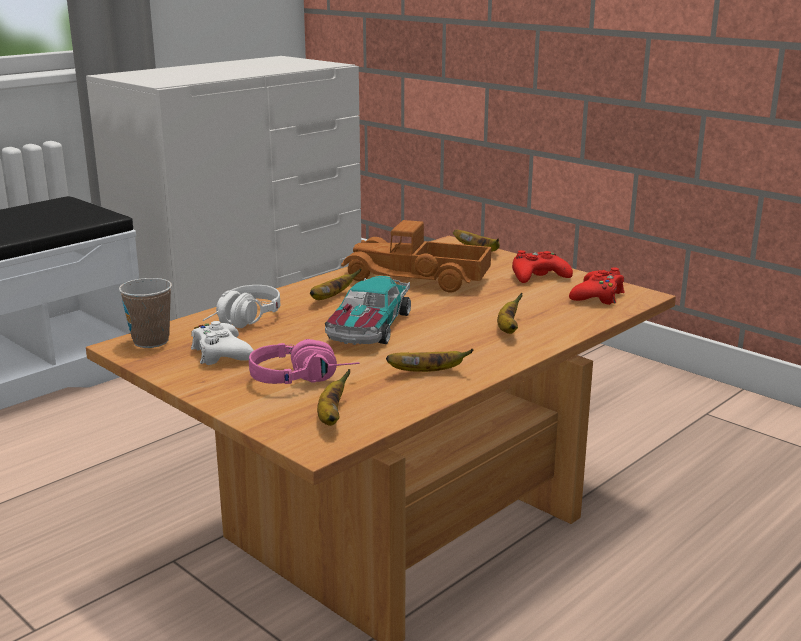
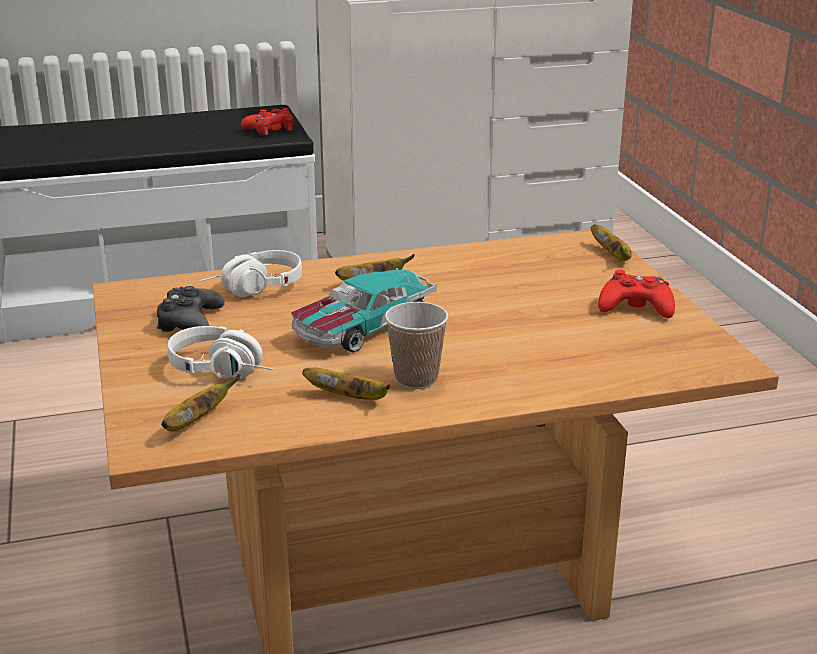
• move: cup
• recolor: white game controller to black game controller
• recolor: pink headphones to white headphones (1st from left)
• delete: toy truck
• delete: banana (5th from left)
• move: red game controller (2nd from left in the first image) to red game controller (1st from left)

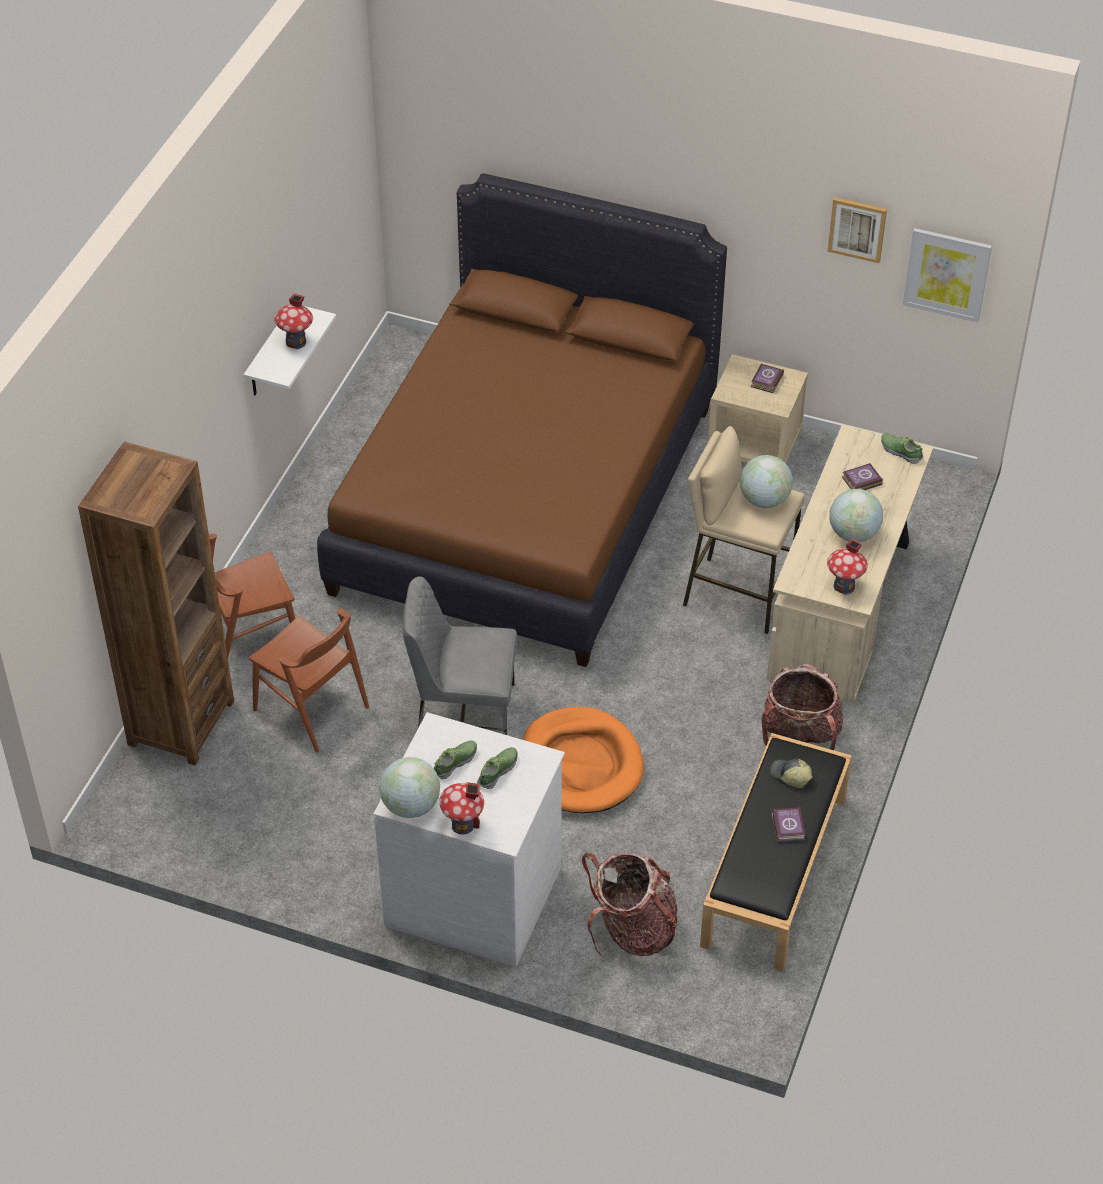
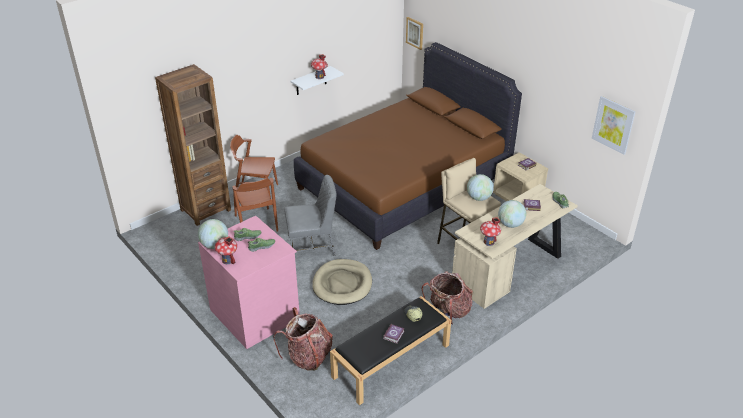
• recolor: white dresser to pink dresser
• rotate: grey chair 135 degrees clockwise
• recolor: orange dog bed to beige dog bed
• move: picture (1st from left)

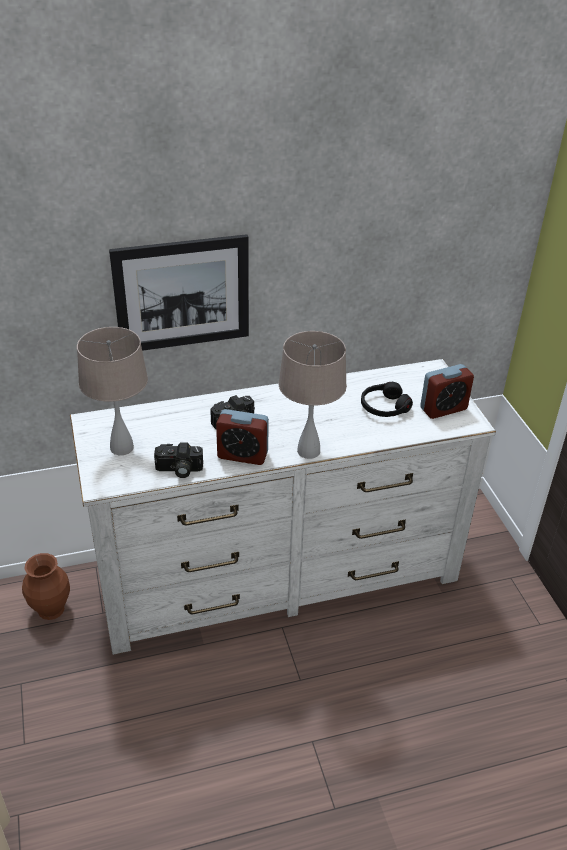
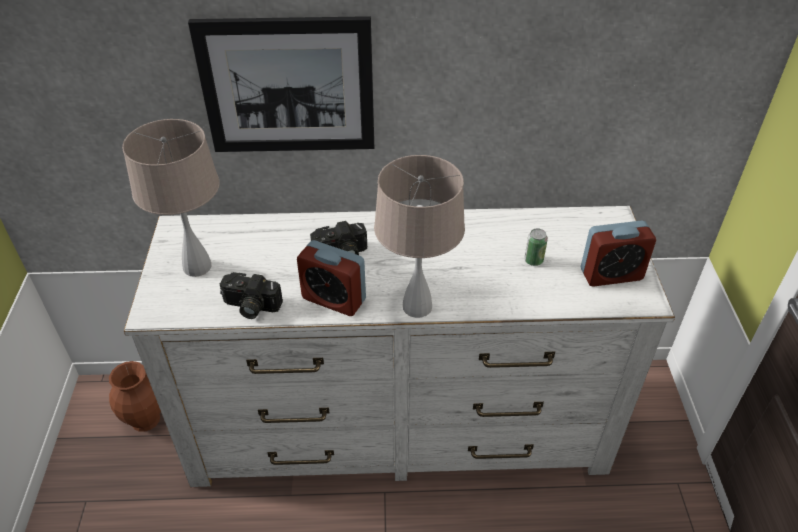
• replace: black headphones to can

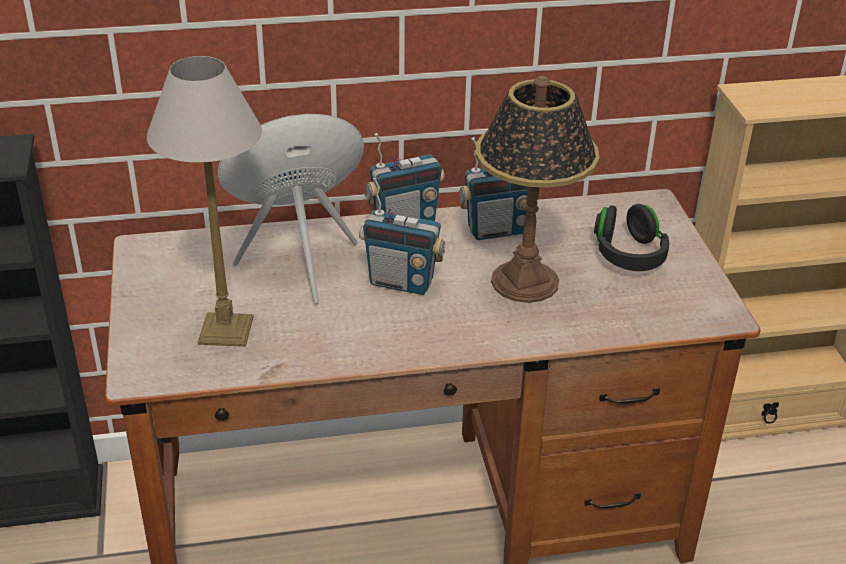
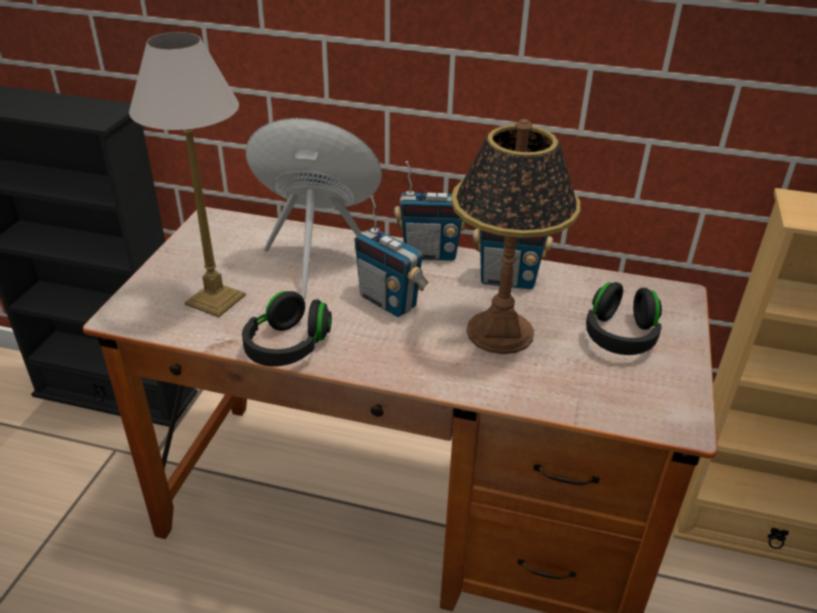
• insert: black headphones (1st from left)

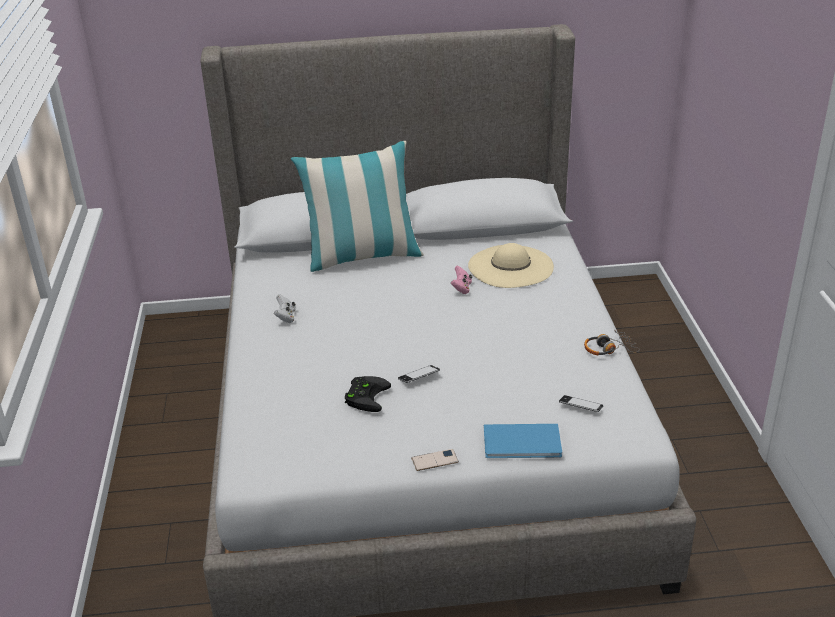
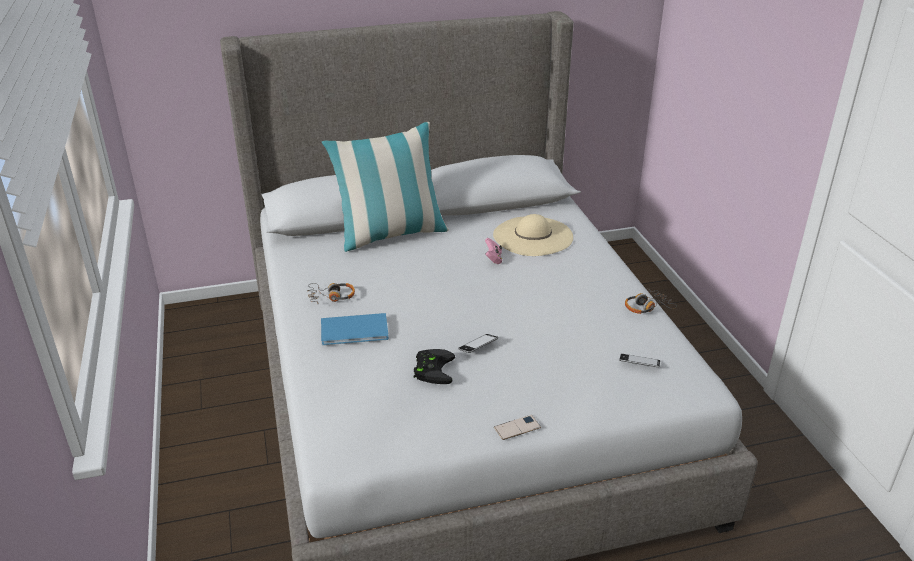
• replace: white game controller to headphones (1st from left)
• move: blue book

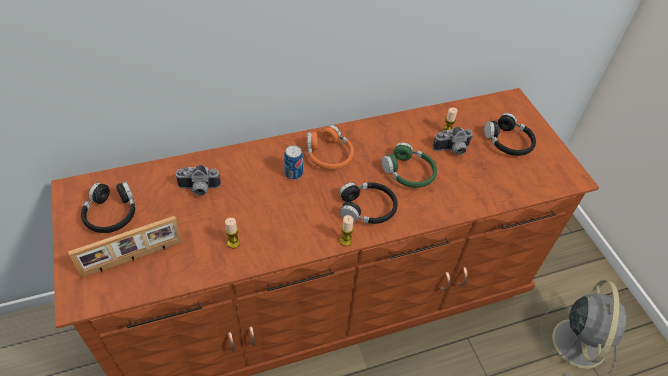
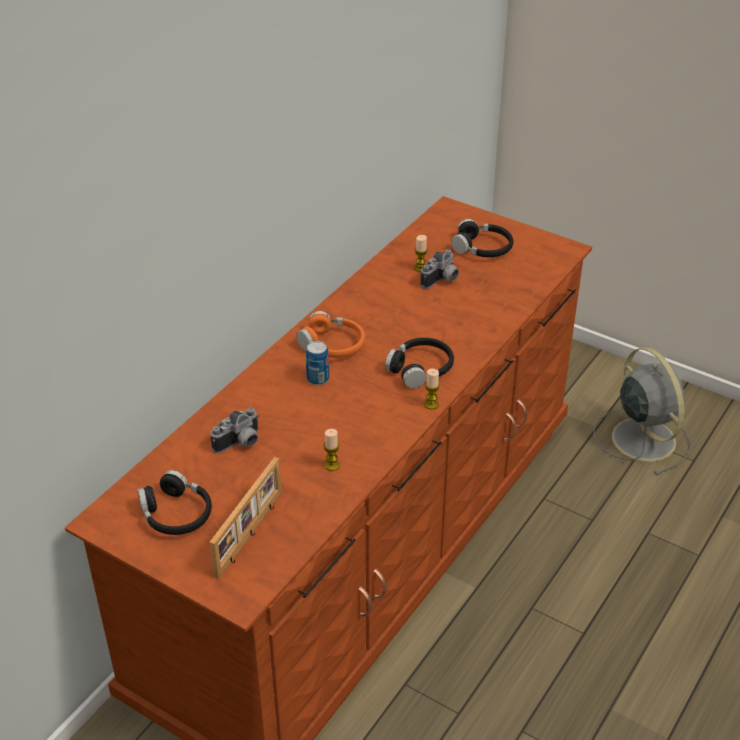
• delete: green headphones

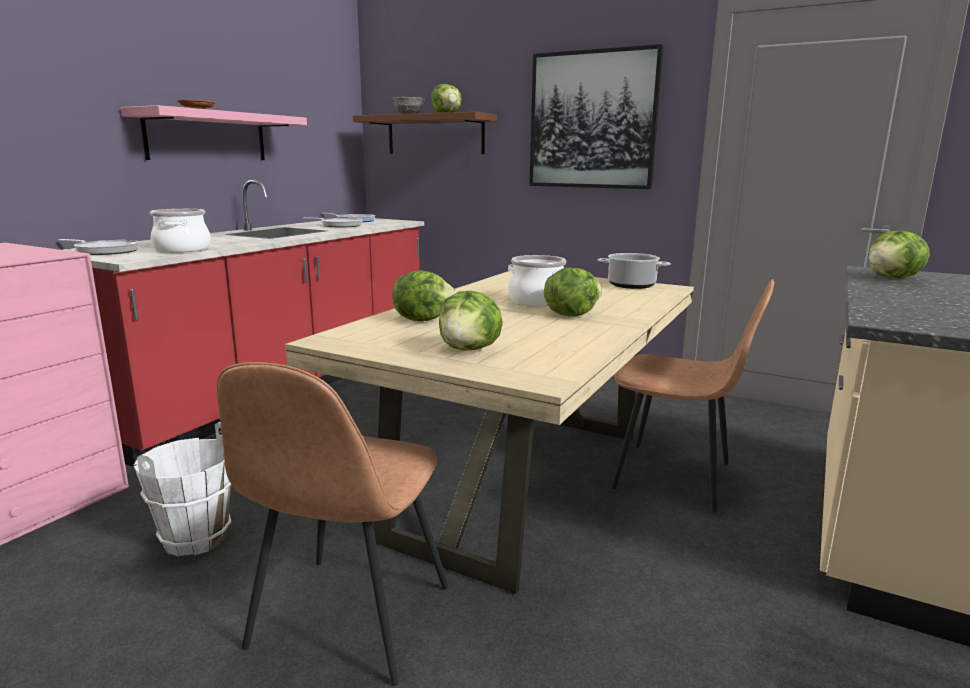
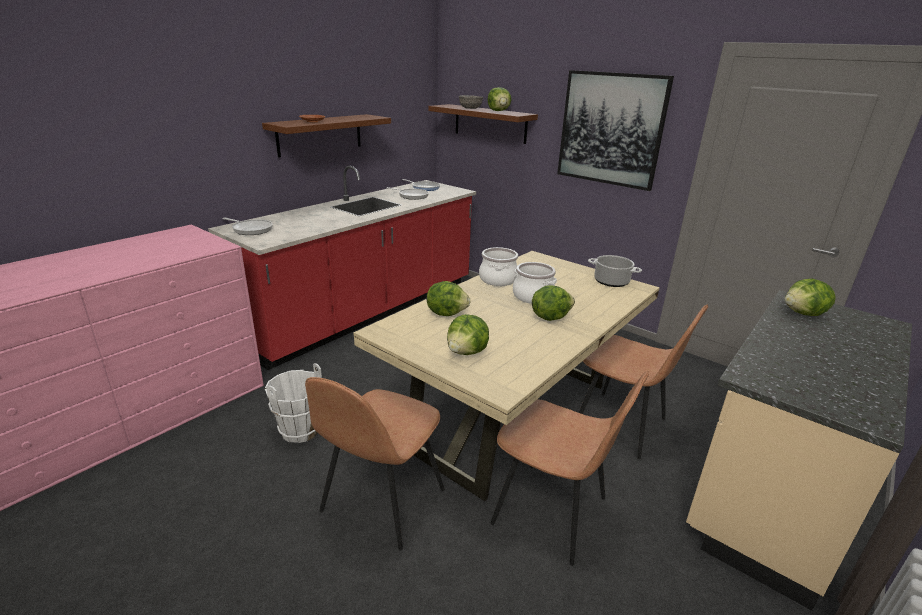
• recolor: pink shelf to brown shelf (1st from left)
• move: cooking pot (1st from left)
• insert: brown chair (2nd from left)

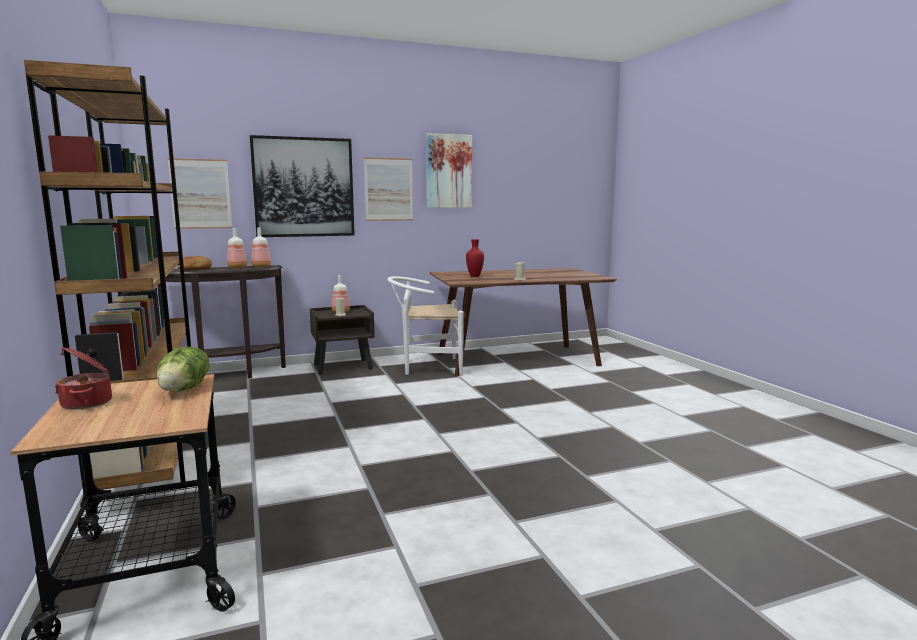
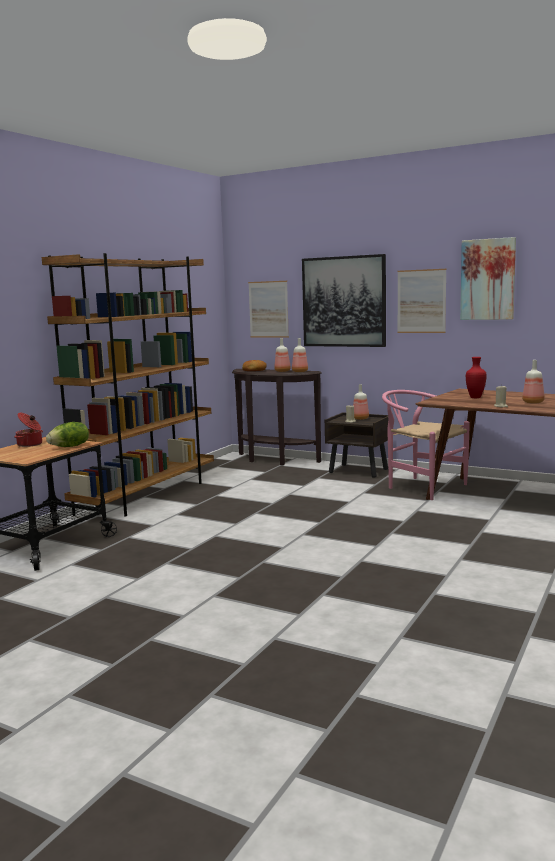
• recolor: white chair to pink chair
• insert: bottle (4th from left)

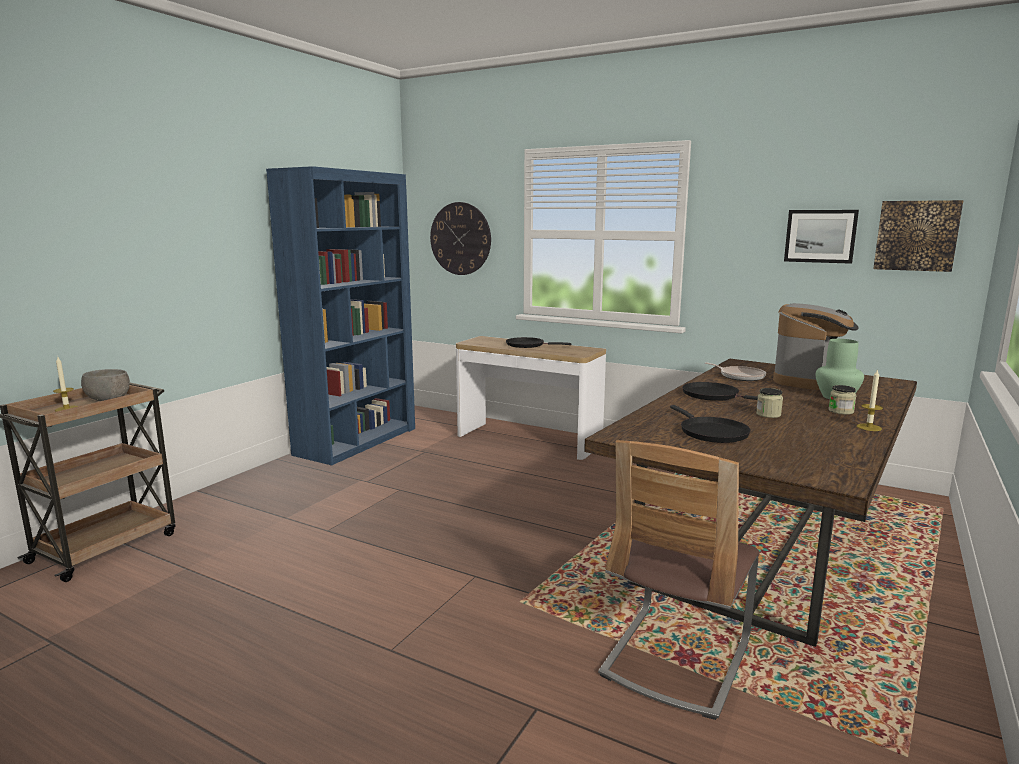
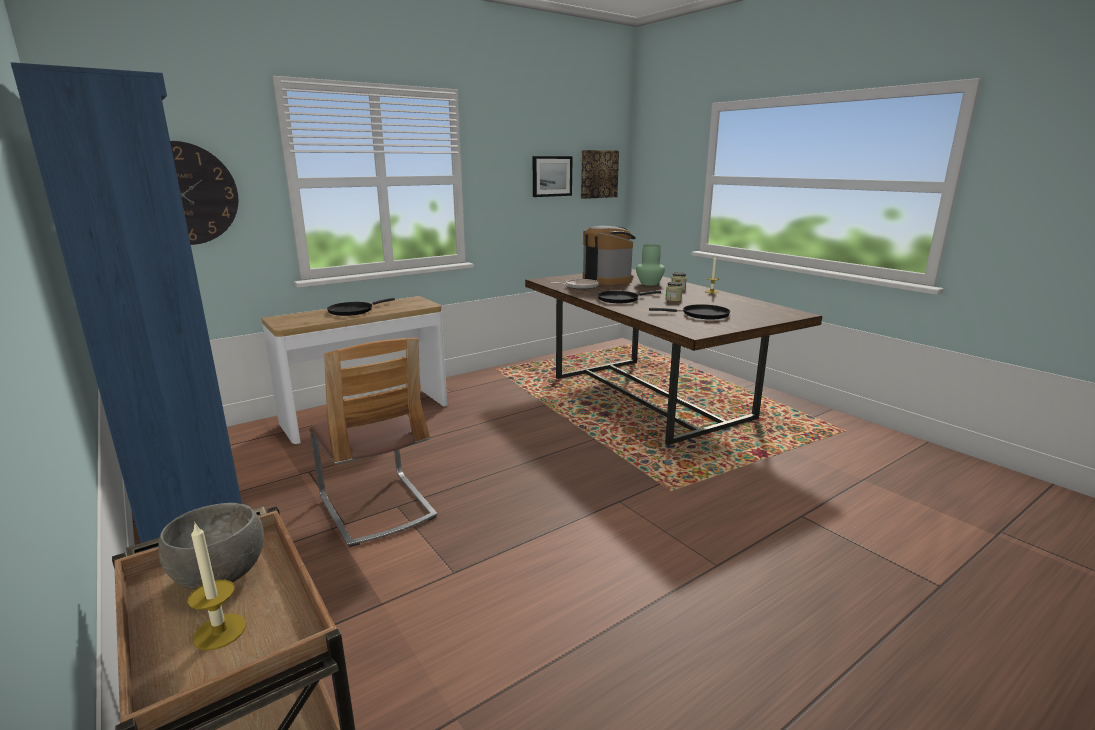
• move: chair

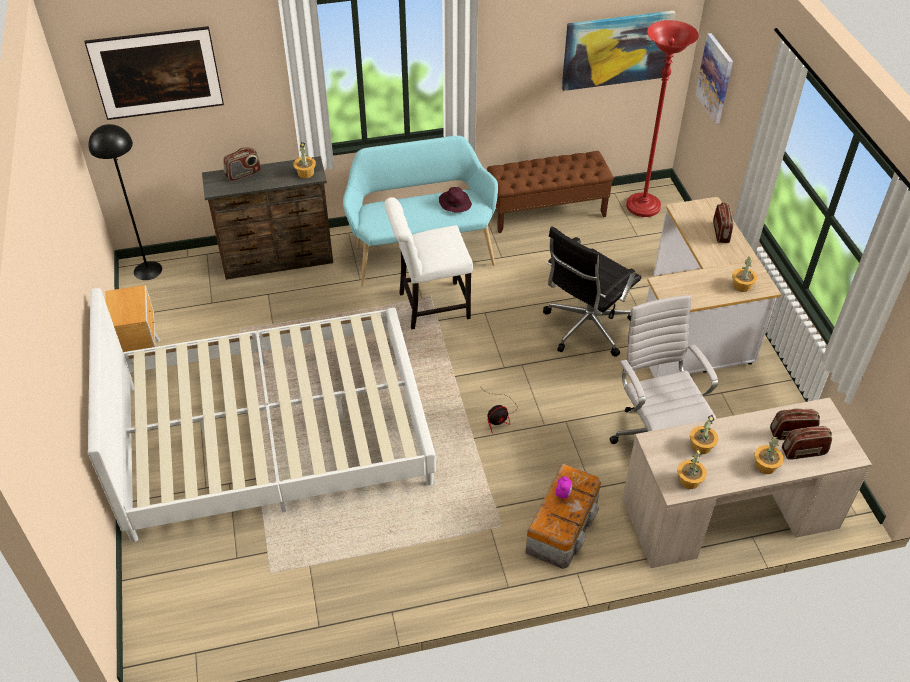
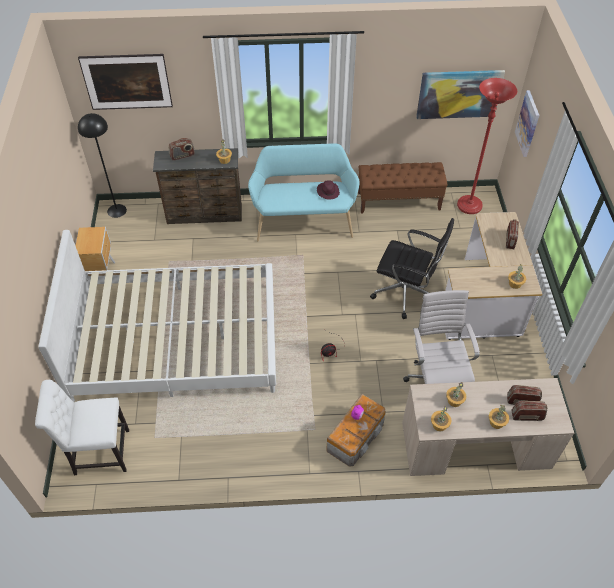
• move: white chair
• rotate: black office chair 120 degrees counterclockwise

